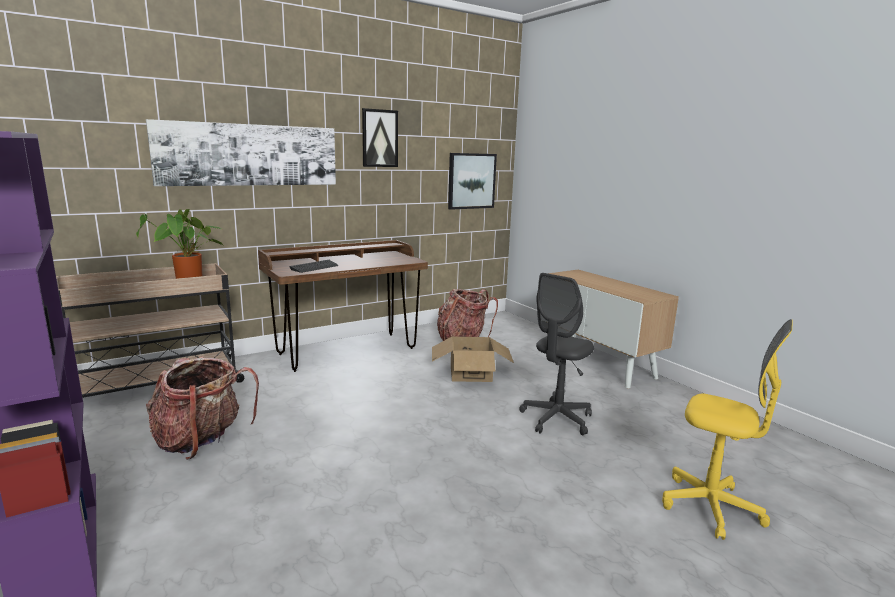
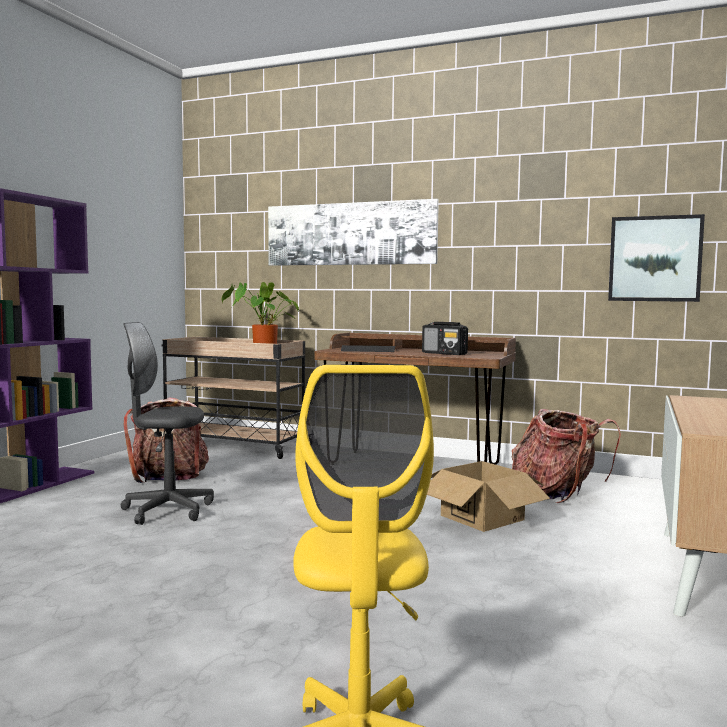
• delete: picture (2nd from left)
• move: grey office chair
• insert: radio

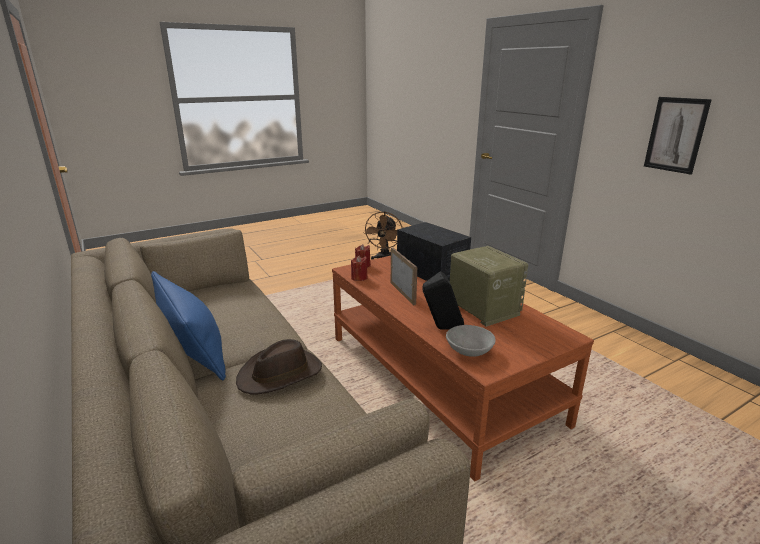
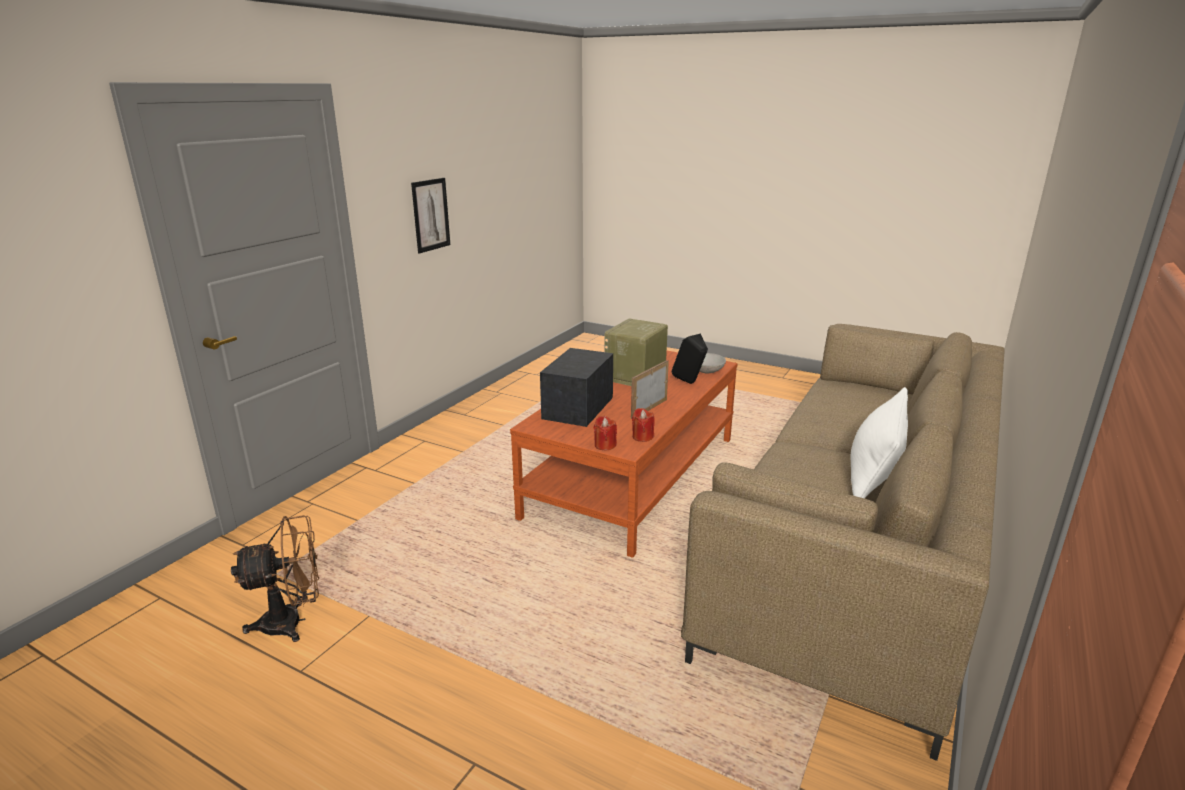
• recolor: blue pillow to white pillow
• delete: brown hat

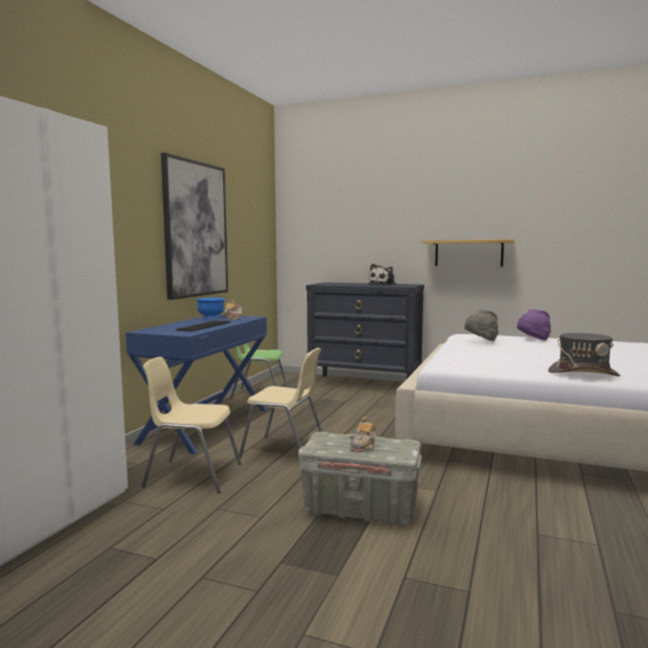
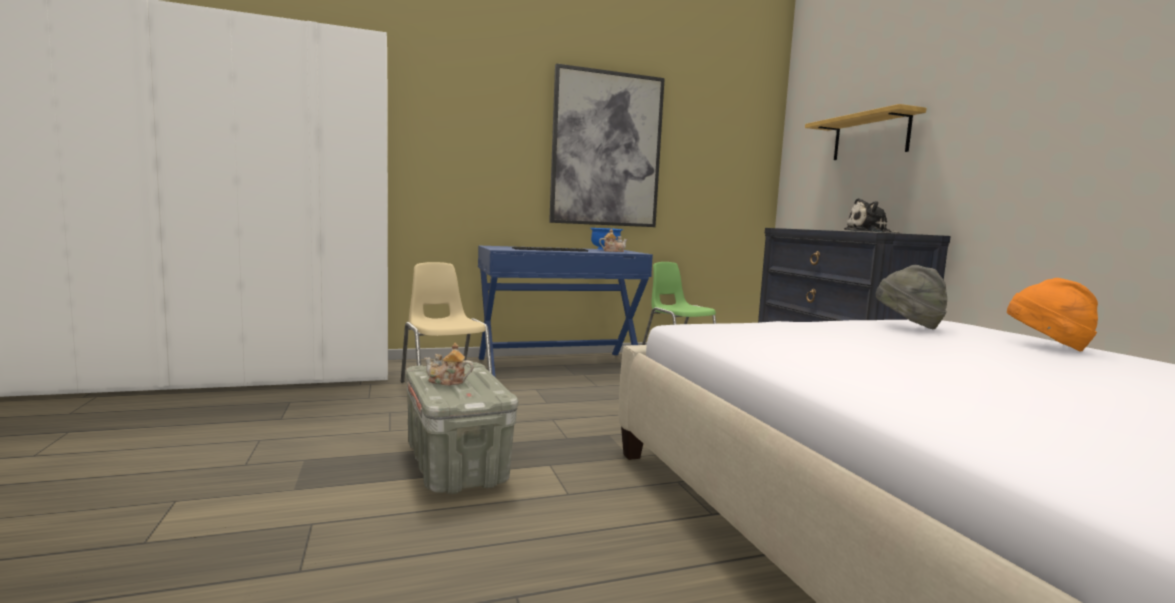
• delete: beige chair (2nd from left)
• move: shelf
• recolor: purple hat to orange hat
• delete: grey hat (2nd from left)

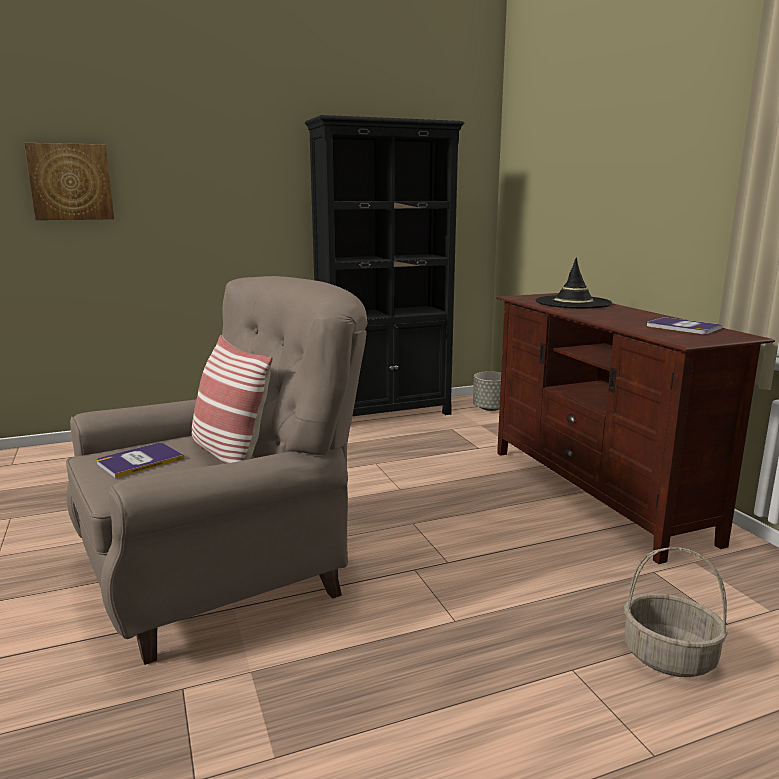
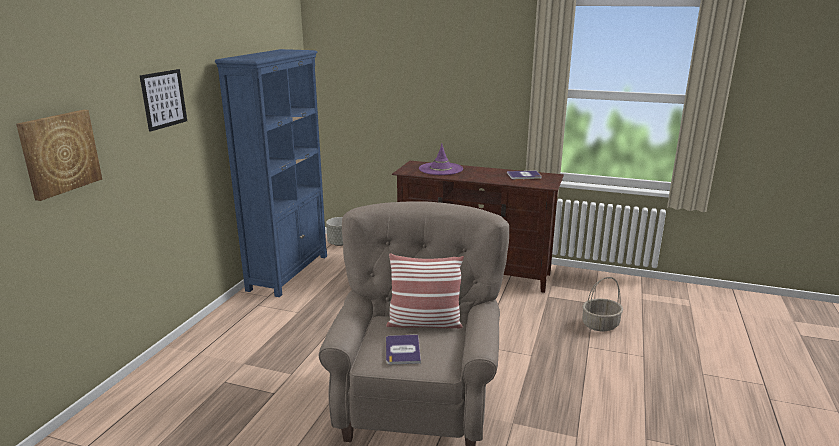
• recolor: black bookcase to blue bookcase
• recolor: black hat to purple hat
• insert: picture (2nd from left)

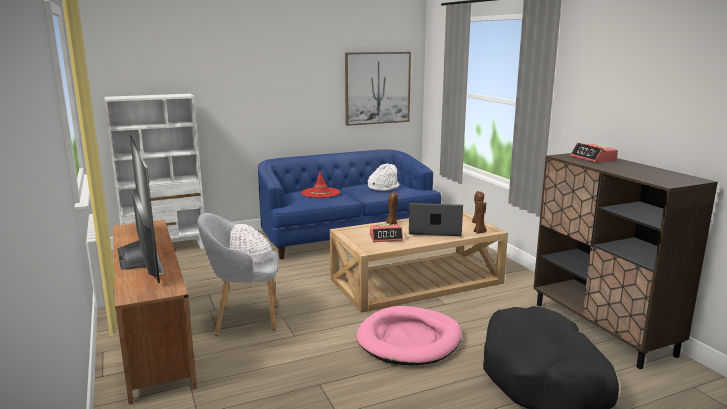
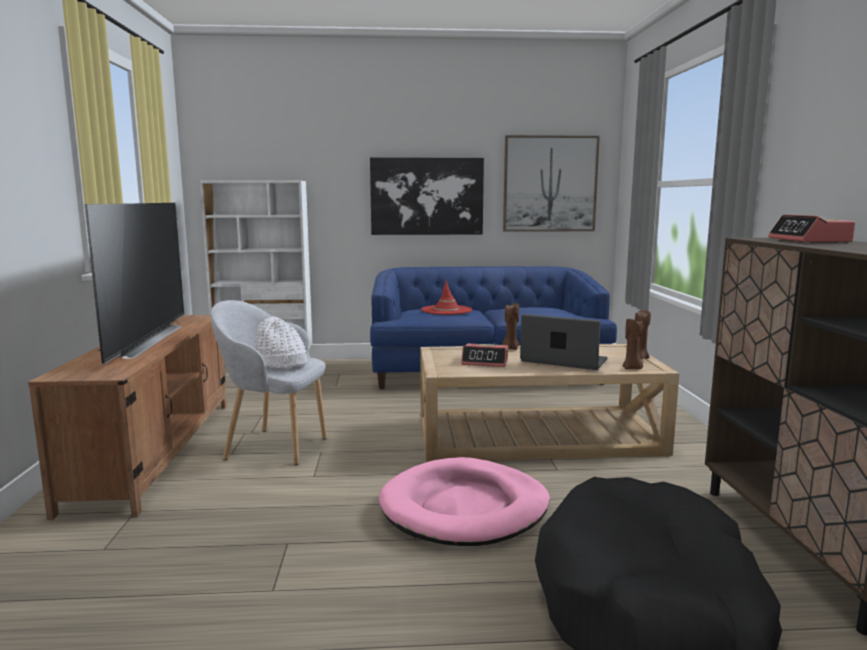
• delete: white hat (2nd from left)
• insert: picture (1st from left)

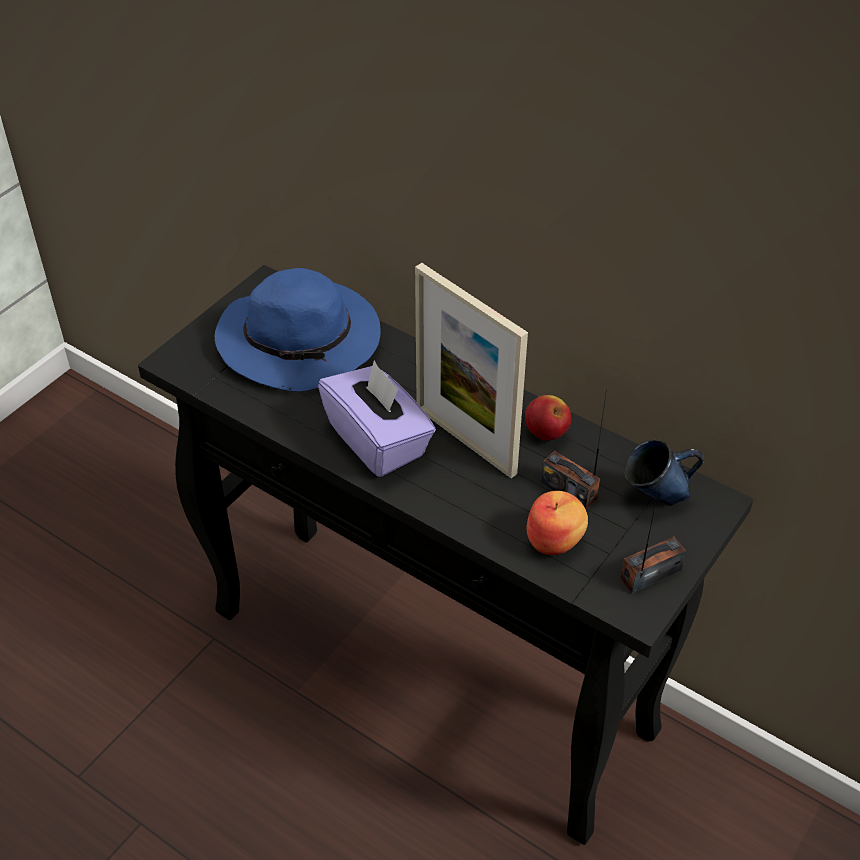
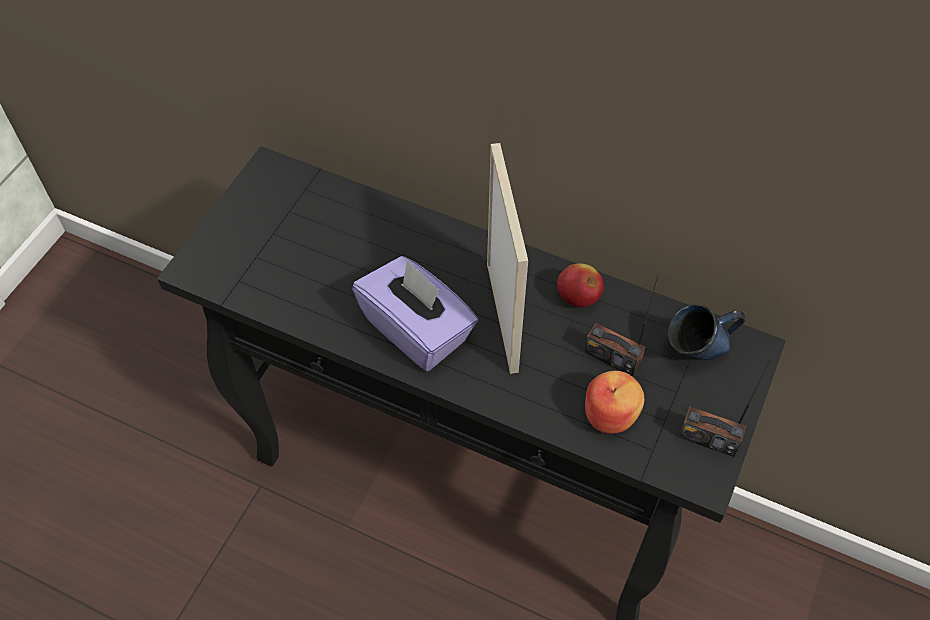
• delete: blue hat
• rotate: picture frame 135 degrees counterclockwise
• rotate: radio (2nd from left) 120 degrees counterclockwise

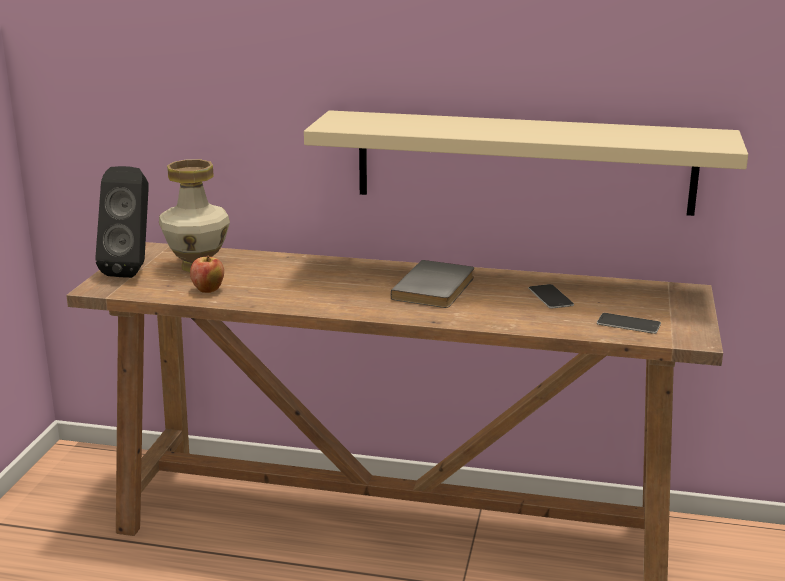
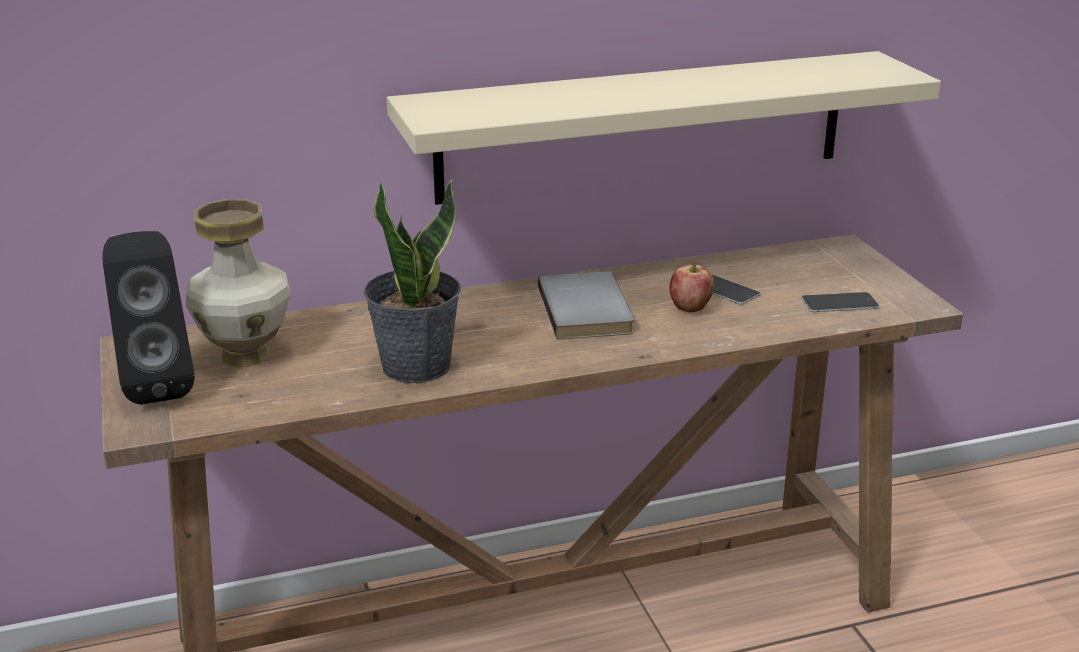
• move: apple
• insert: potted plant

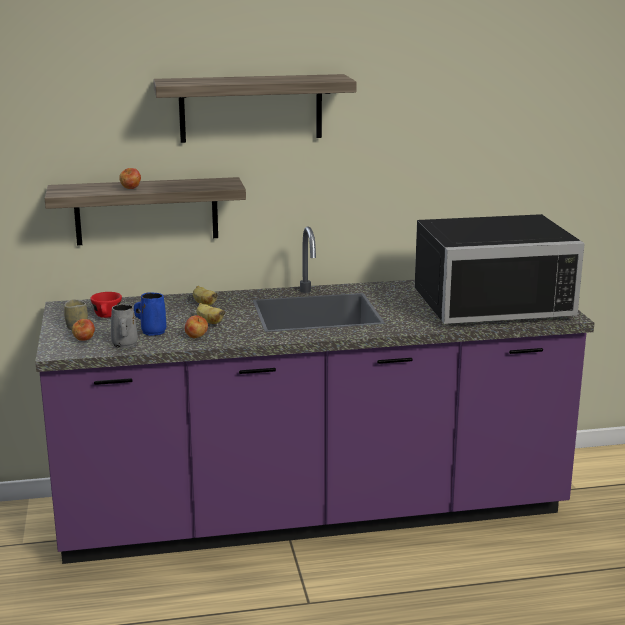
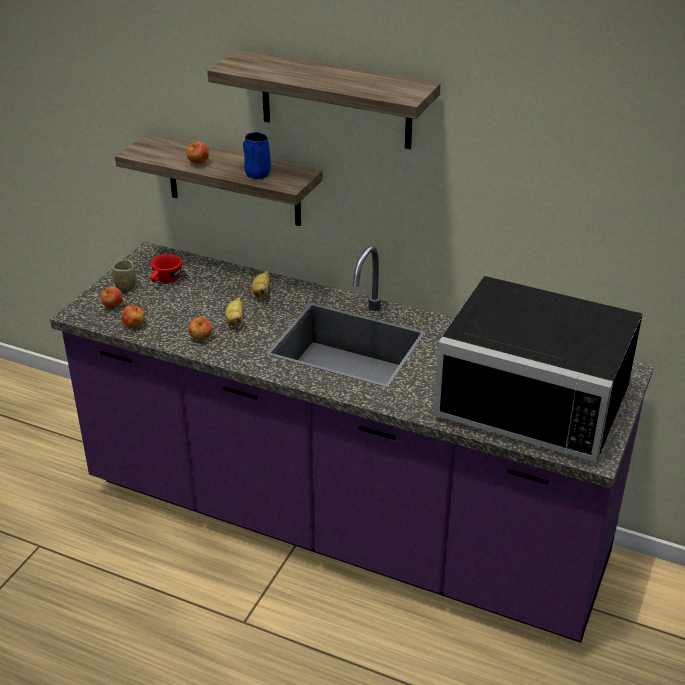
• replace: grey mug to apple (2nd from left)
• move: blue mug

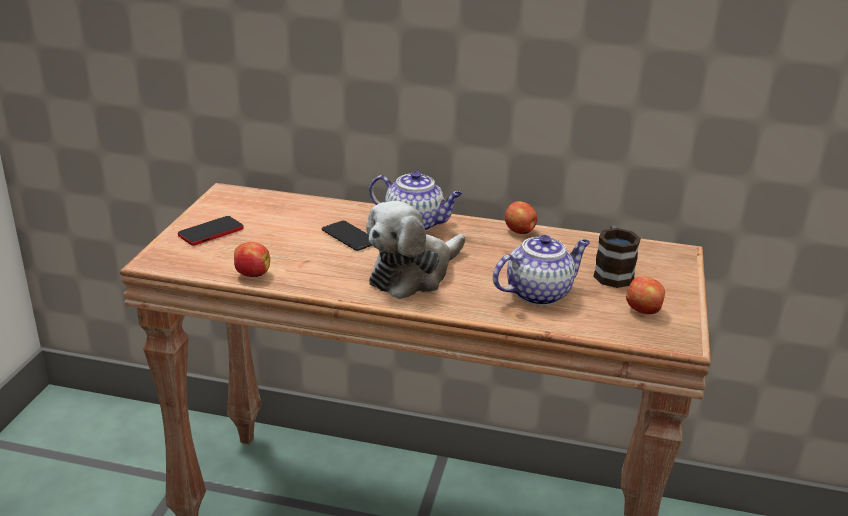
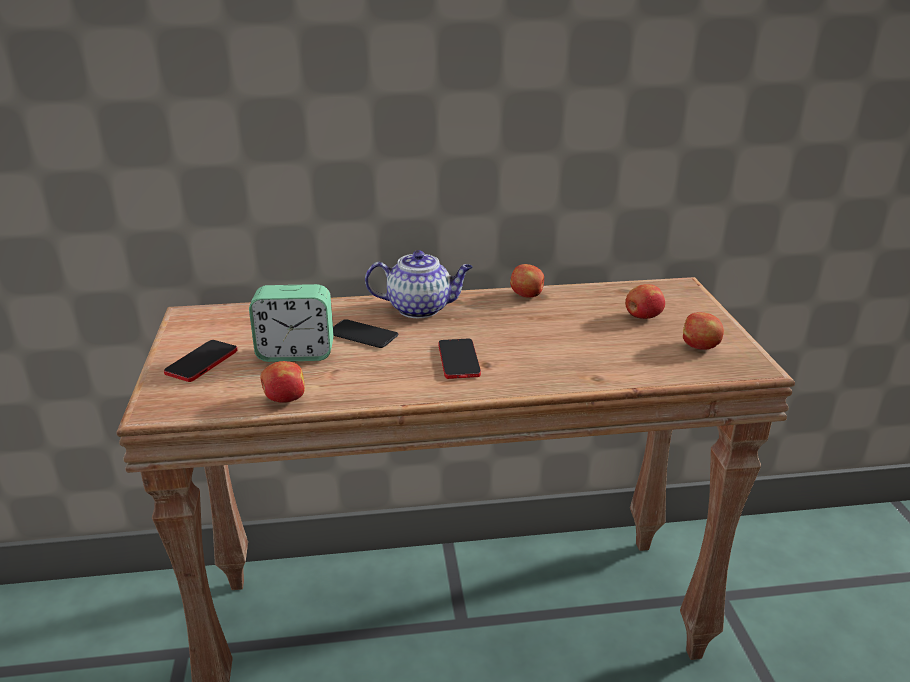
• replace: plush toy to phone (3rd from left)
• delete: teapot (2nd from left)
• replace: mug to apple (3rd from left)
• insert: alarm clock

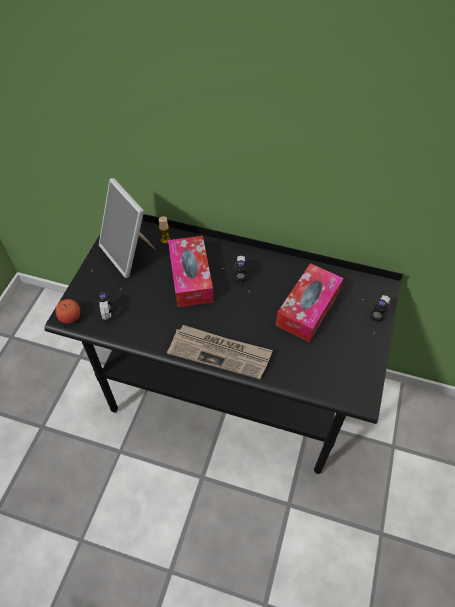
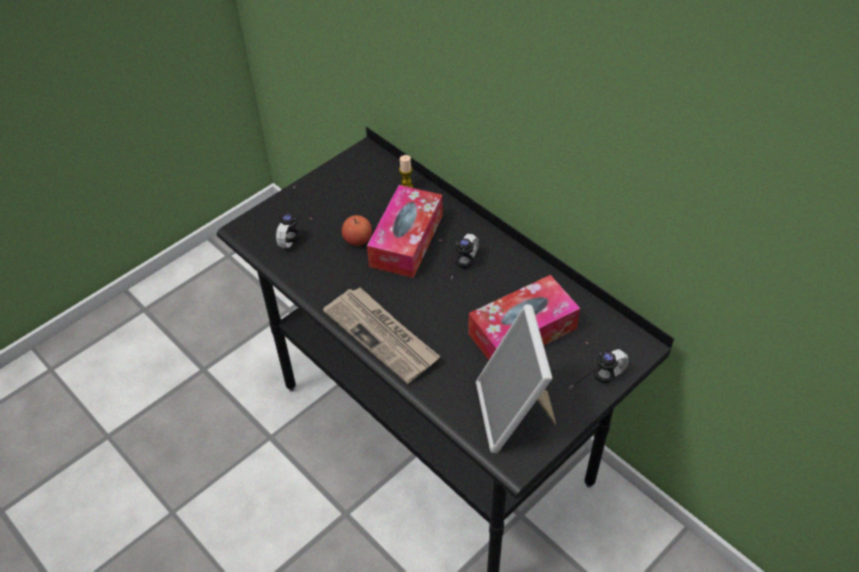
• move: apple
• move: picture frame

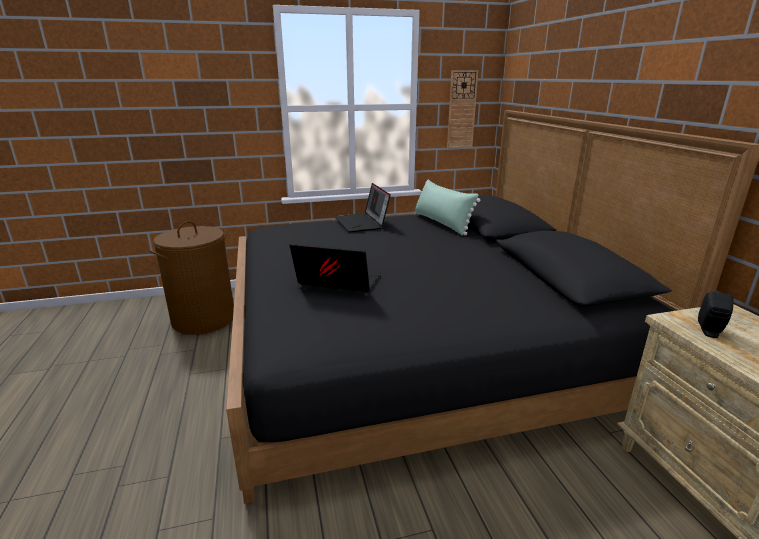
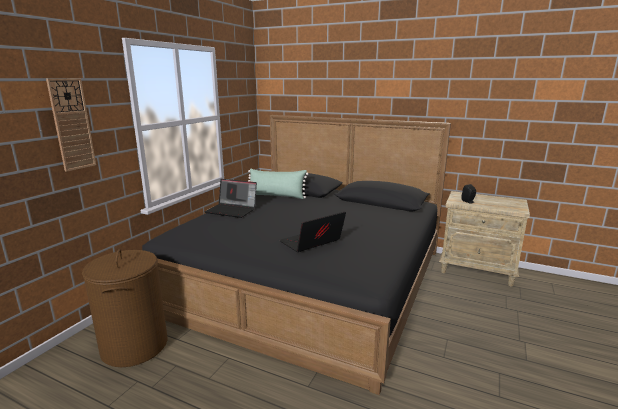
• move: wall clock

